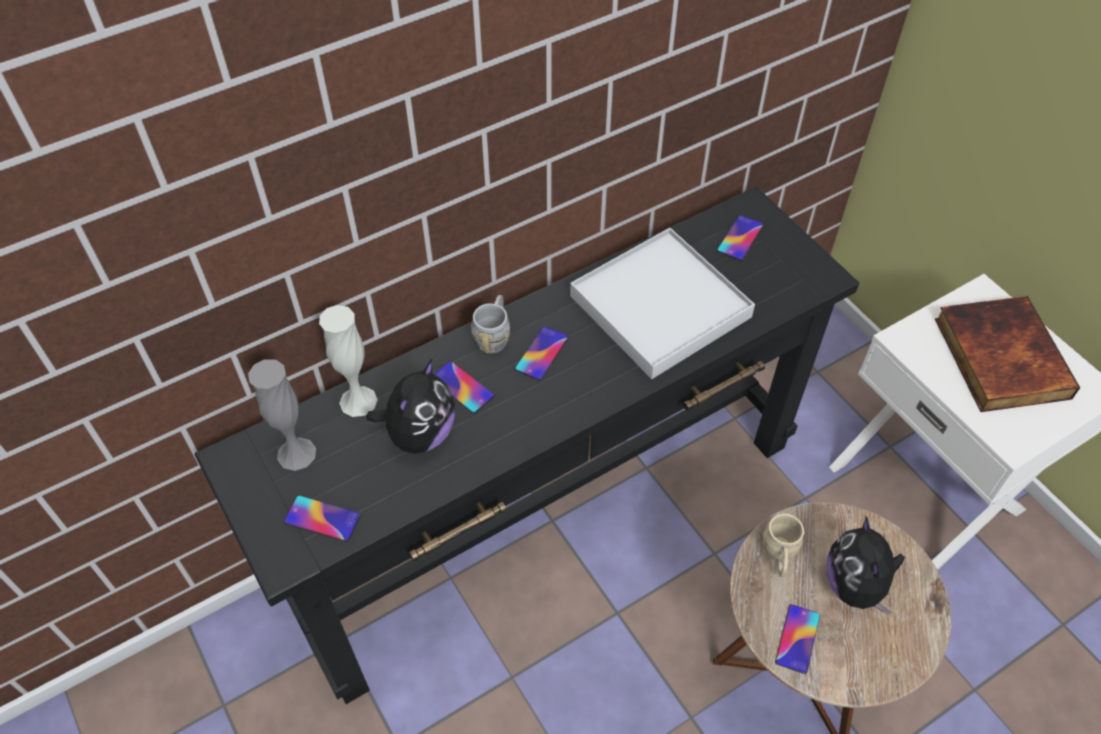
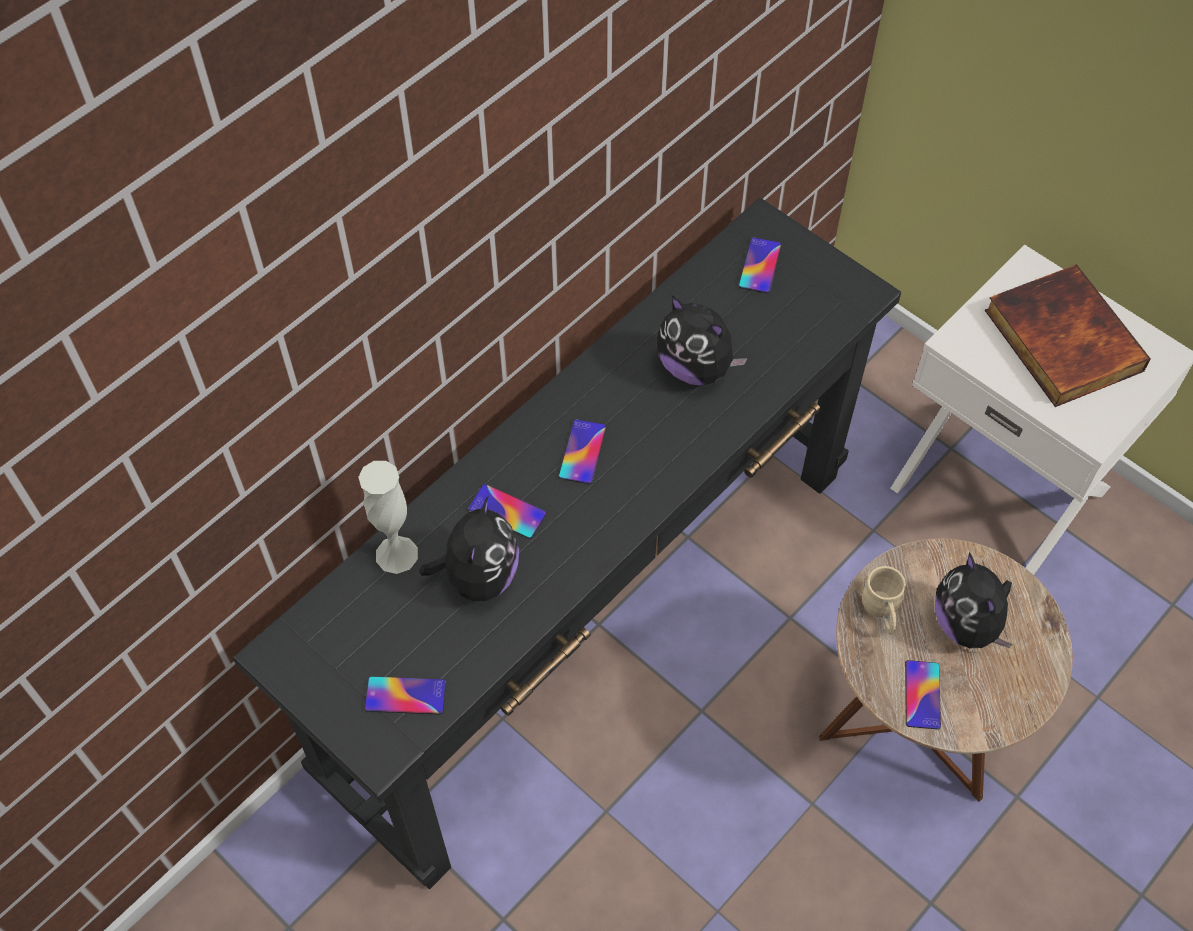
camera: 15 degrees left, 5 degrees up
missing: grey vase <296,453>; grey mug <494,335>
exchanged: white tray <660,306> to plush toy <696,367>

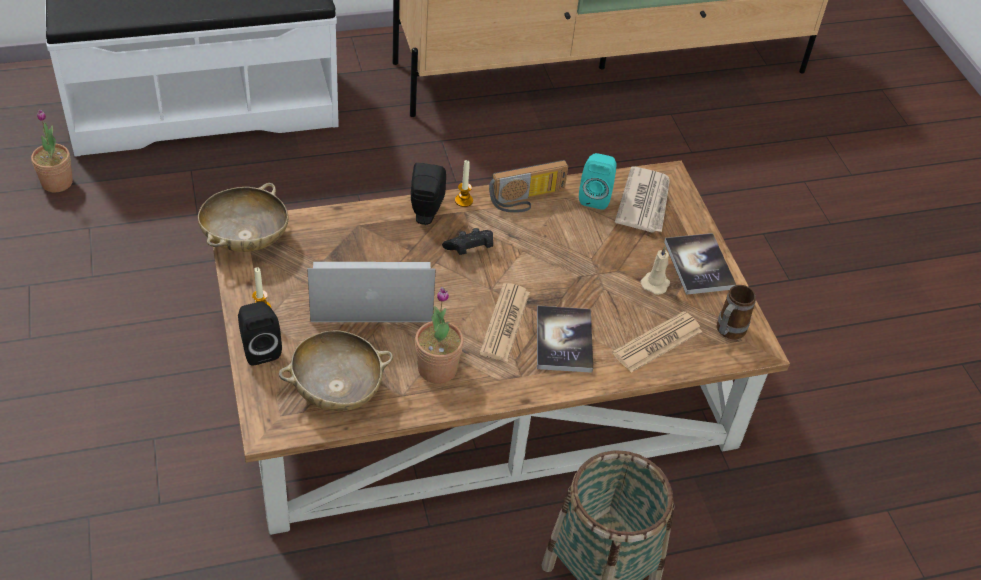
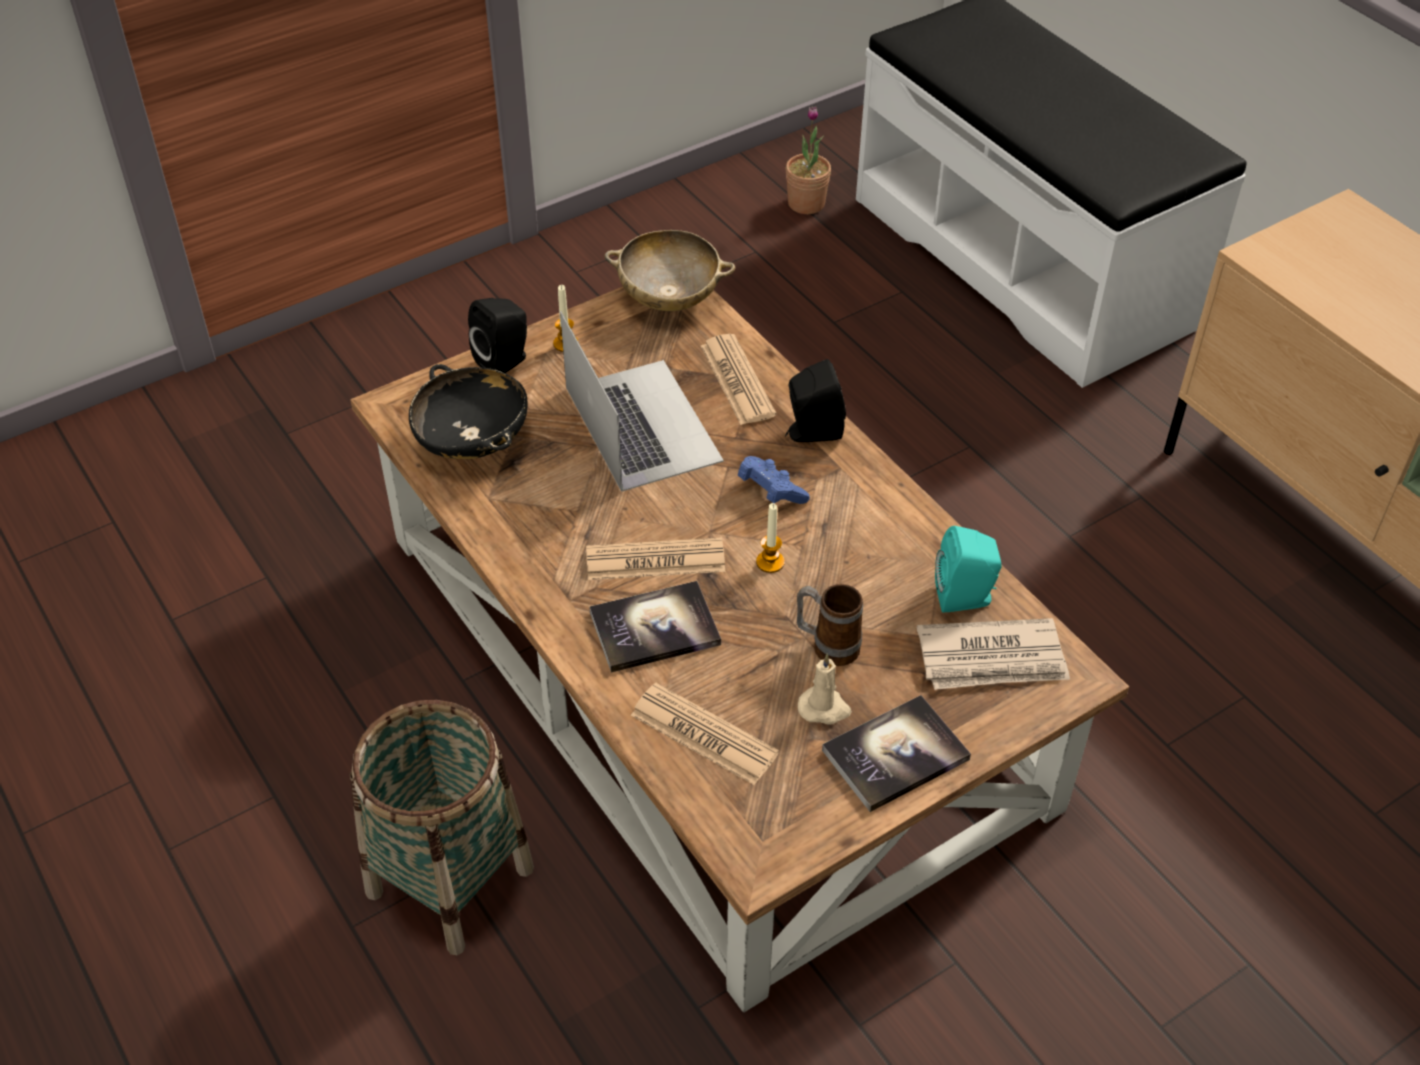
camera: 75 degrees right, 0 degrees up
missing: potted plant <437,369>; radio <527,200>
appeared: newspaper <737,381>
relocated: candle <463,200> to <770,562>; mug <727,332> to <827,646>
colour: beige bowl <337,389> to black bowl <472,440>; black game controller <469,249> to blue game controller <770,492>

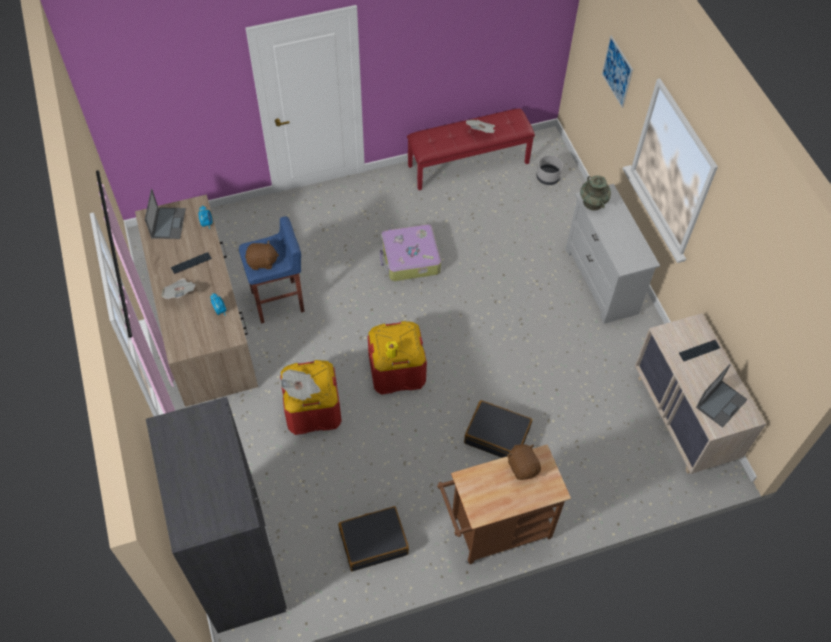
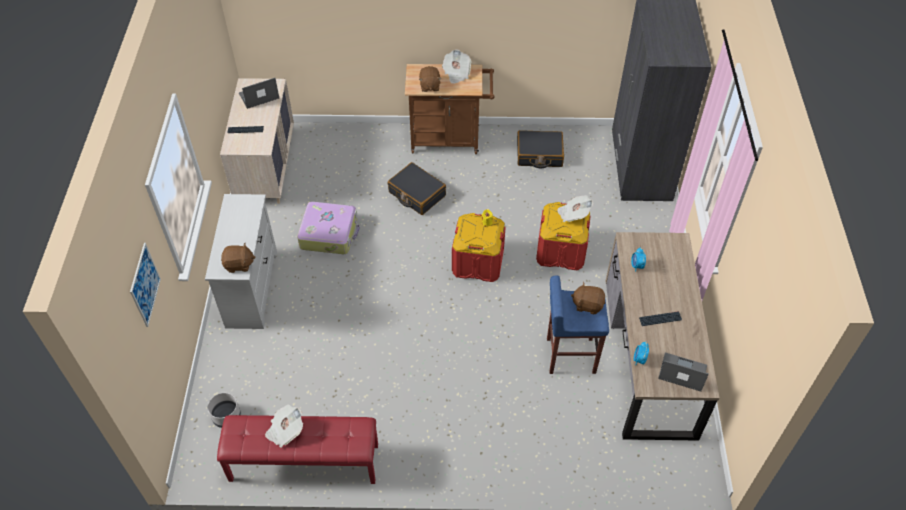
camera: 160 degrees left, 5 degrees down
relocated: newspaper <180,294> to <456,73>; suitcase <410,259> to <329,233>
exchanged: turquoise vase <593,202> to brown plush toy <239,265>
spun: laptop <168,223> = <681,372> 90 degrees clockwise

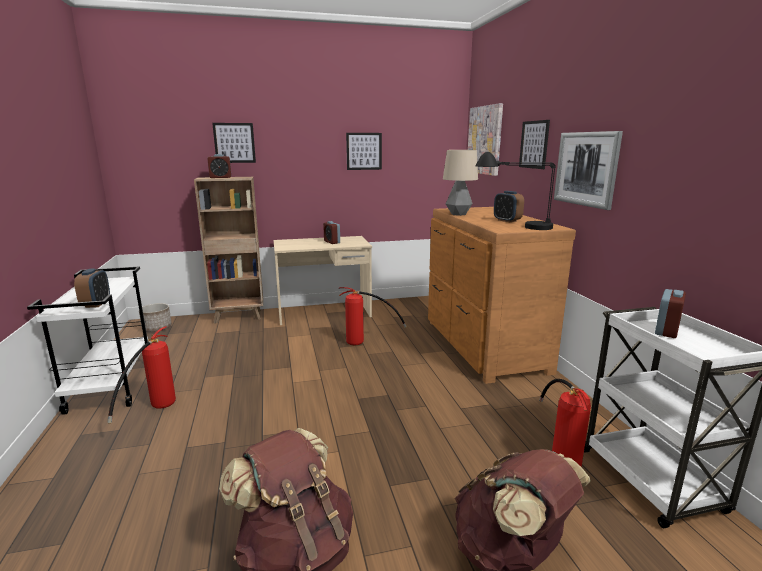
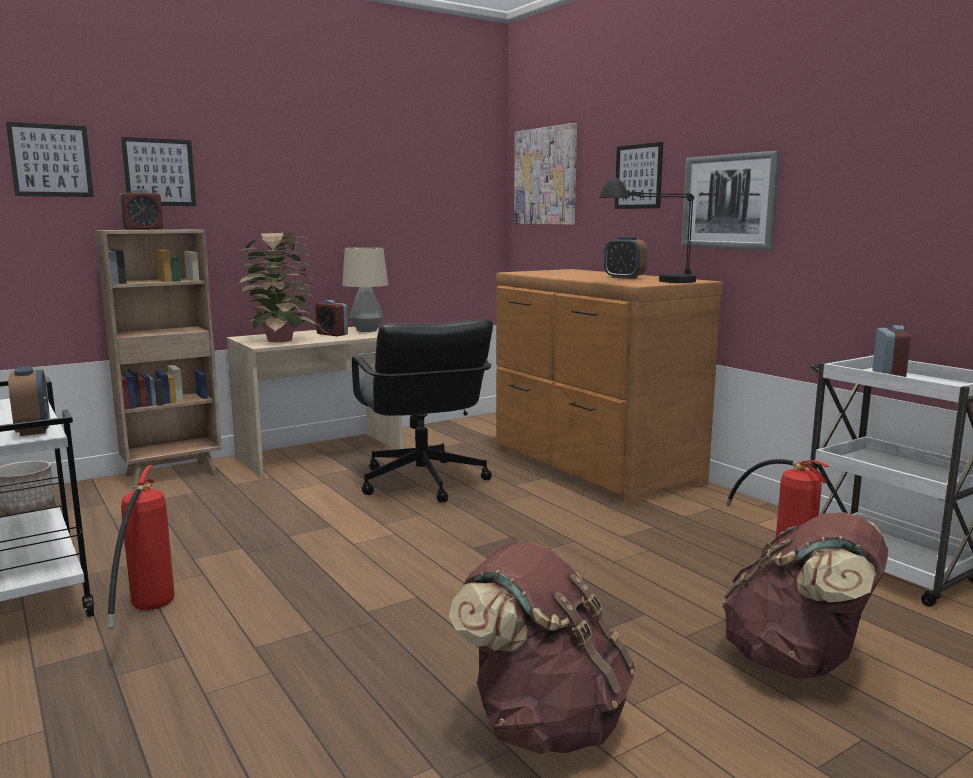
camera: 20 degrees left, 5 degrees down
appeared: potted plant <279,340>
relocated: picture <364,151> to <51,160>; table lamp <458,214> to <366,330>
exchanged: fire extinguisher <365,342> to black office chair <421,482>

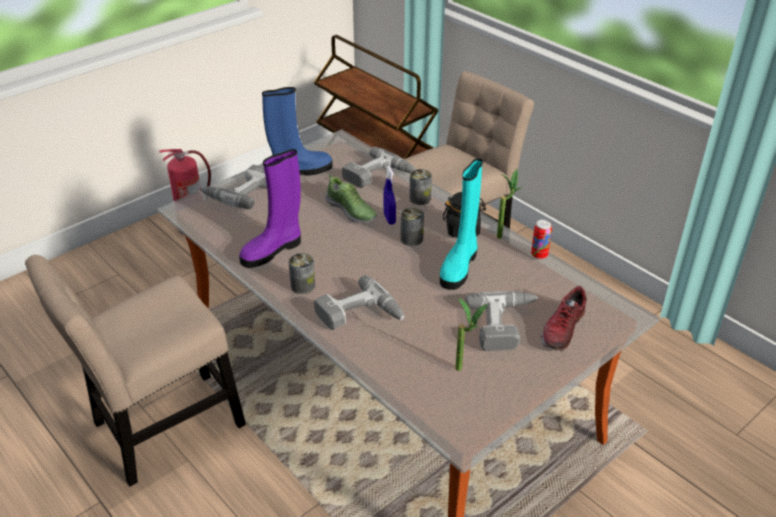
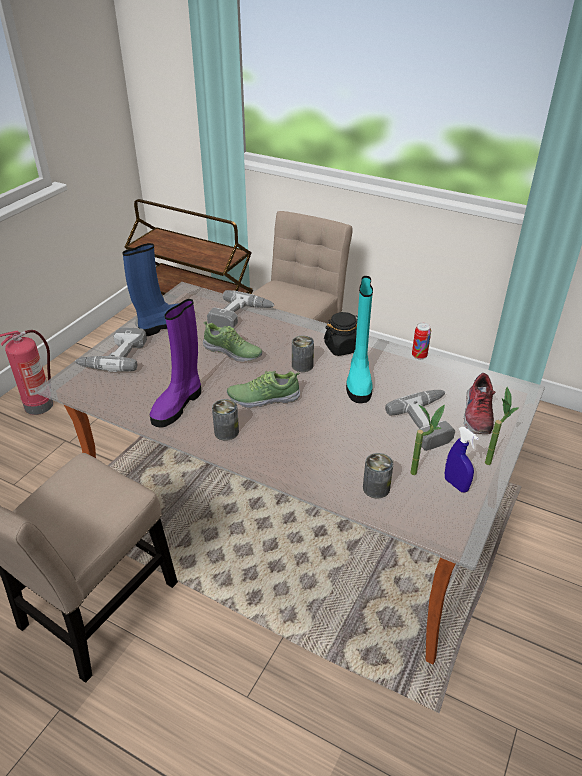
camera: 20 degrees left, 0 degrees up
missing: power drill <360,316>
appeared: shoe <263,398>
relocated: blue spray bottle <389,219> to <456,484>; can <420,199> to <376,488>; potted plant <503,235> to <490,459>

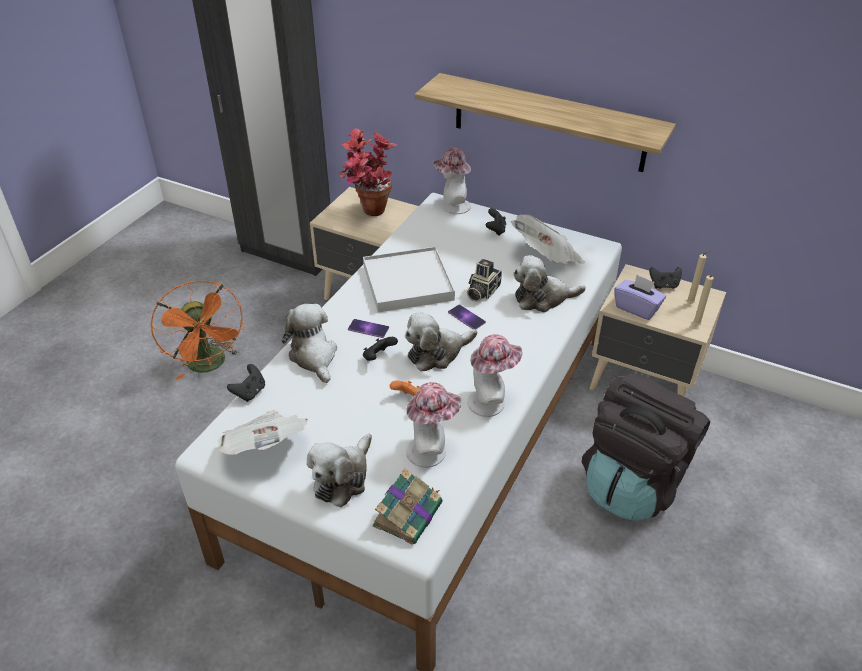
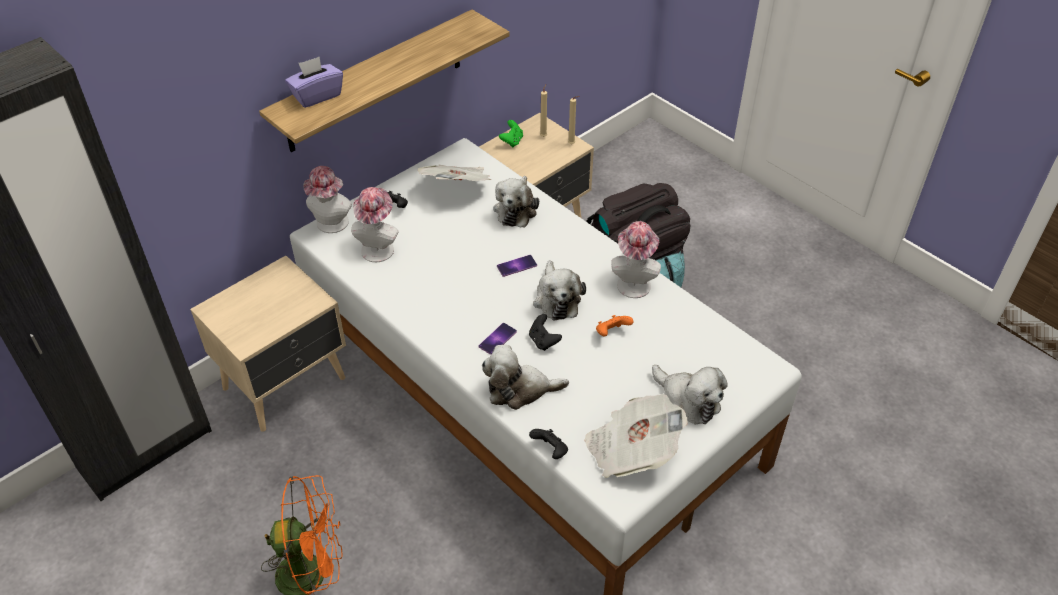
camera: 70 degrees left, 5 degrees up
missing: potted plant <368,214>; white tray <407,282>; book <408,513>; photo camera <482,291>
relocated: hat <431,451> to <378,247>; purple tissue box <637,308> to <317,96>
colour: black game controller <664,285> to green game controller <512,141>

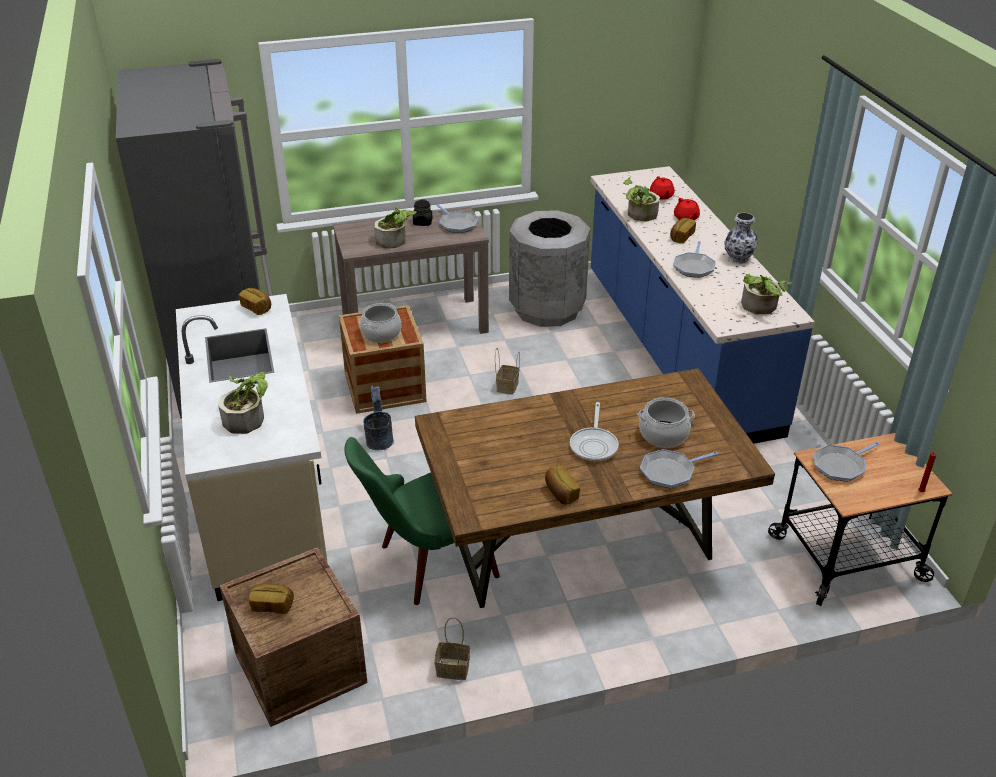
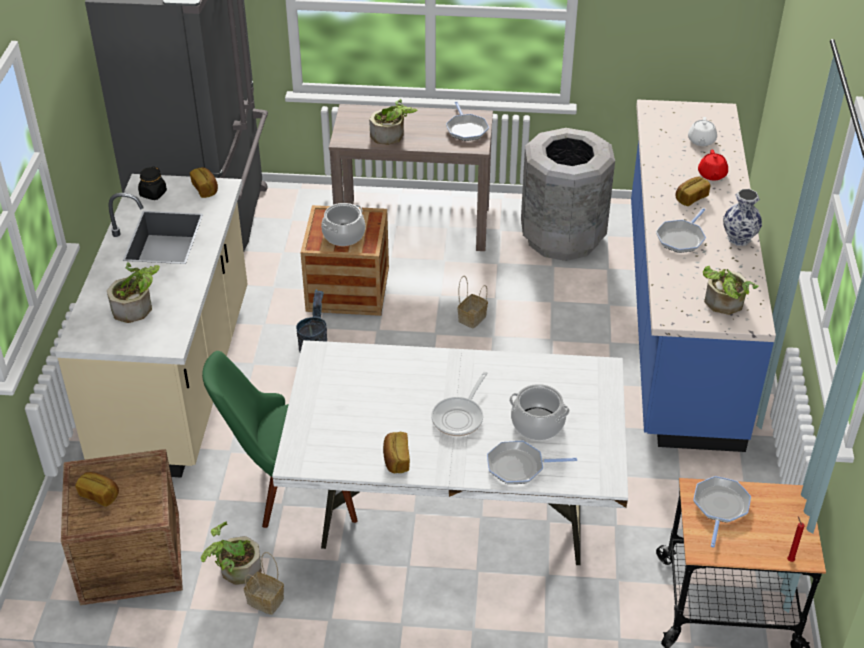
camera: 20 degrees right, 5 degrees up
relocated: black jar <422,222> to <153,194>; potted plant <639,215> to <235,570>
colour: brown dining table <583,546> to white dining table <455,514>; red teapot <661,196> to white teapot <701,141>
spun: frying pan <840,466> = <720,507> 120 degrees clockwise

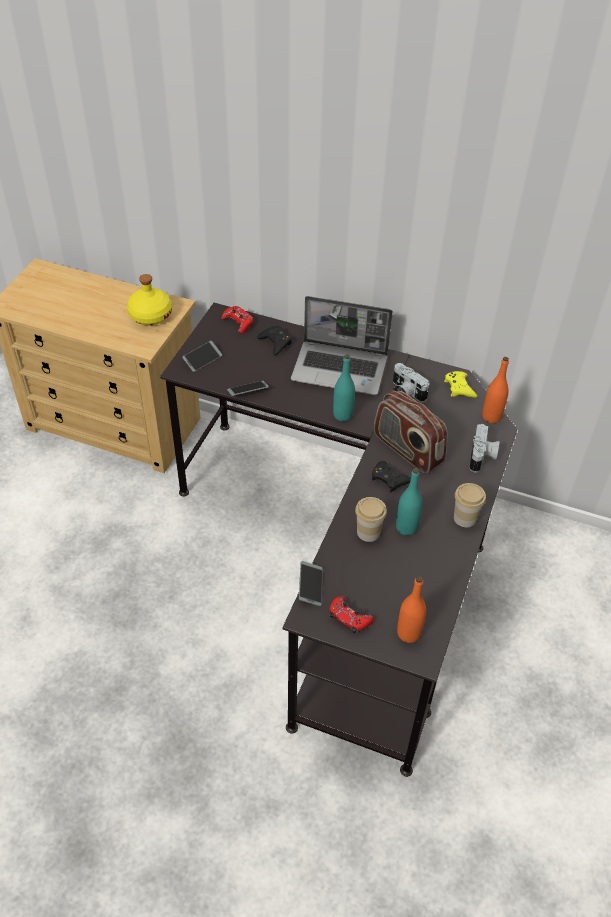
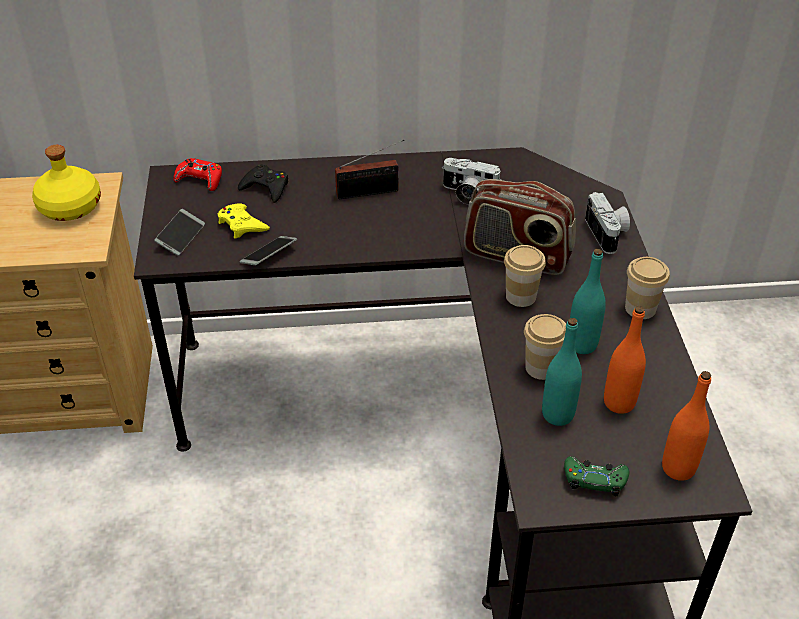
camera: 25 degrees left, 5 degrees down
missing: phone <310,586>
relocated: turquoise bottle <342,415> to <557,414>; yellow game controller <459,388> to <242,225>; orange bottle <491,417> to <619,402>
exchanged: laptop <341,369> to radio <371,192>; black game controller <389,479> to cup <520,296>
colour: red game controller <349,617> to green game controller <594,480>

